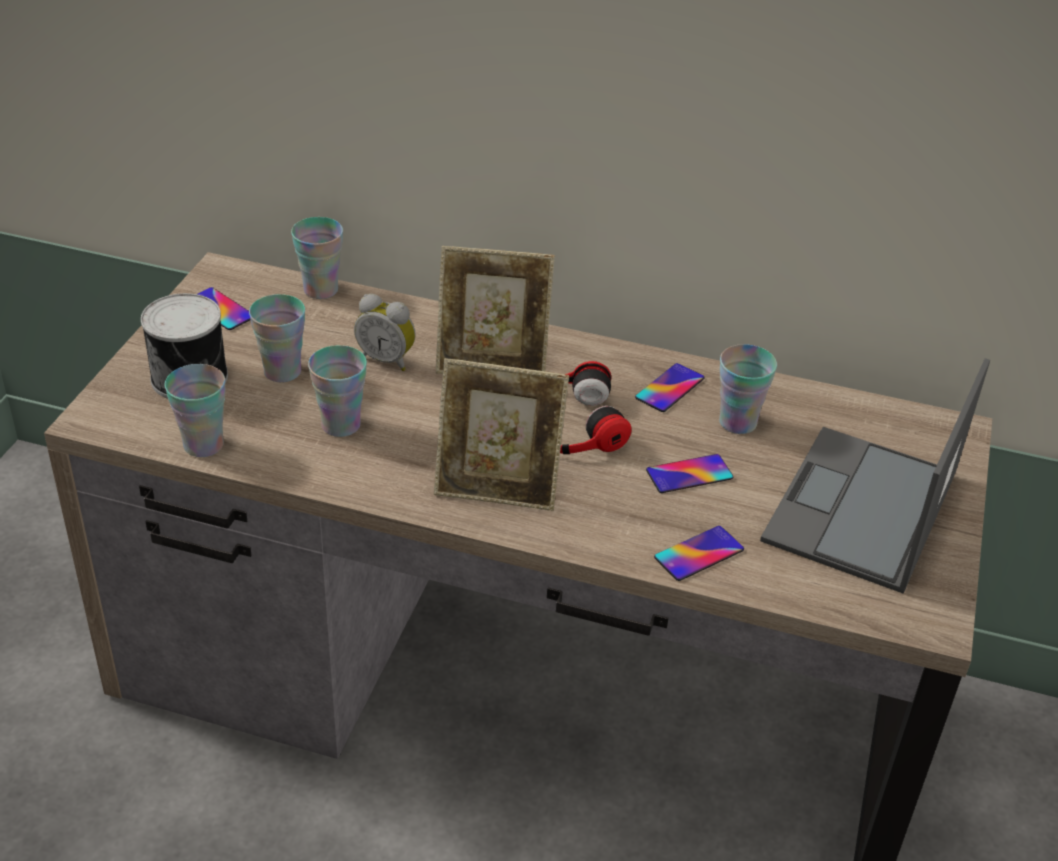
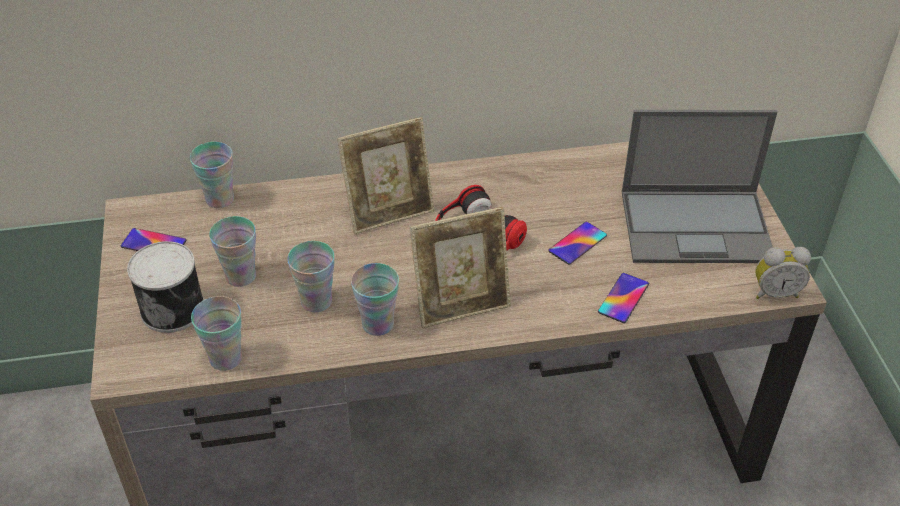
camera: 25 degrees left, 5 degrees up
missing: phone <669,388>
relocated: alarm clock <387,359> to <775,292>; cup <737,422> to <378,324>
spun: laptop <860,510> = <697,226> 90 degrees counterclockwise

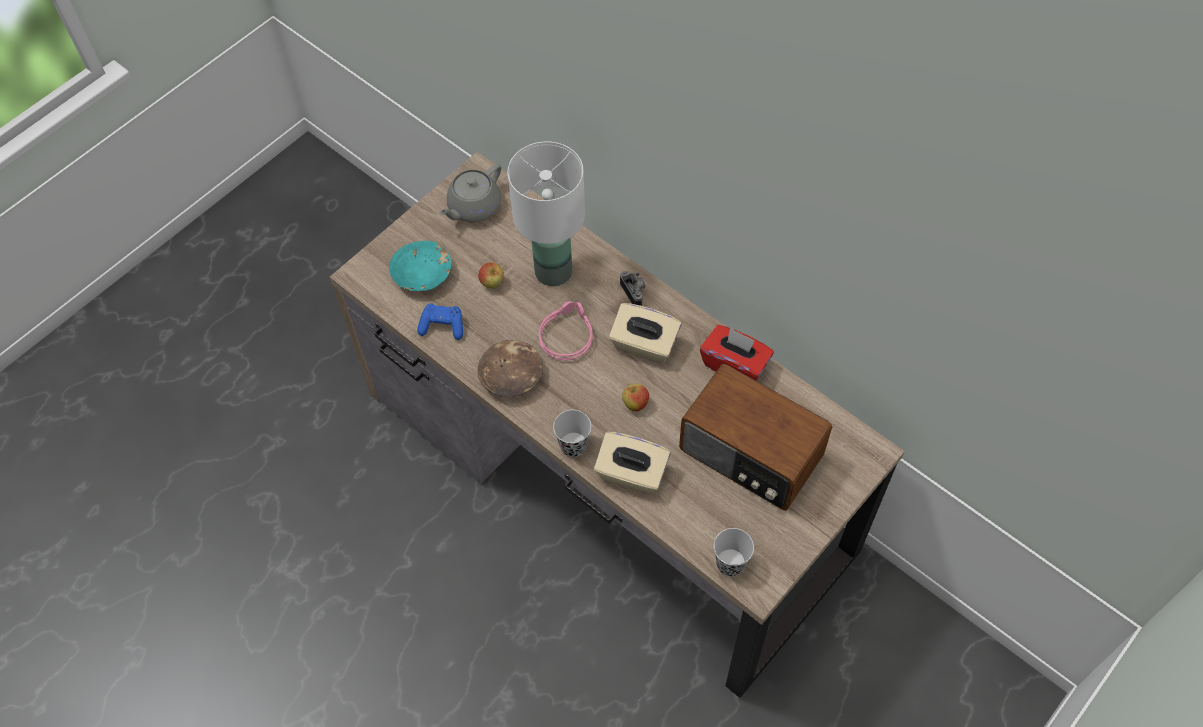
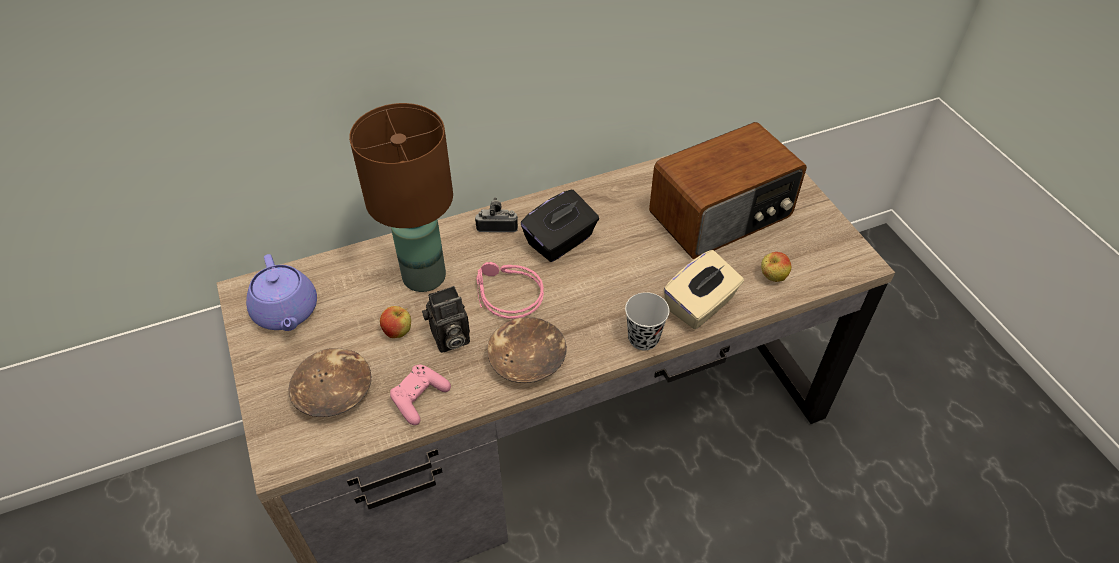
camera: 65 degrees left, 10 degrees down
missing: red tissue box <735,365>; black cup <730,563>
appeared: photo camera <449,339>
relocated: apple <635,404> to <772,277>
colour: turquoise bowl <423,274> to brown bowl <335,392>; blue game controller <443,326> to pink game controller <419,399>; grey teapot <473,207> to purple teapot <286,312>; white table lamp <553,270> to brown table lamp <423,276>; beige tissue box <644,345> to black tissue box <560,241>

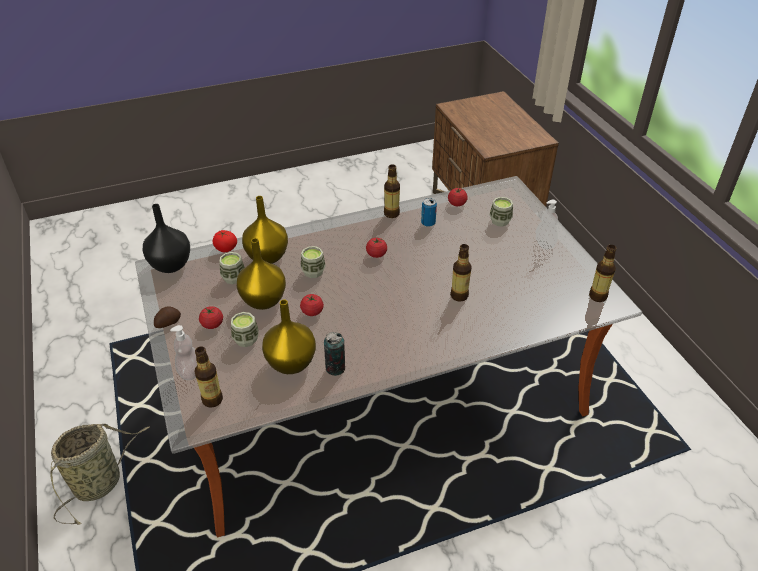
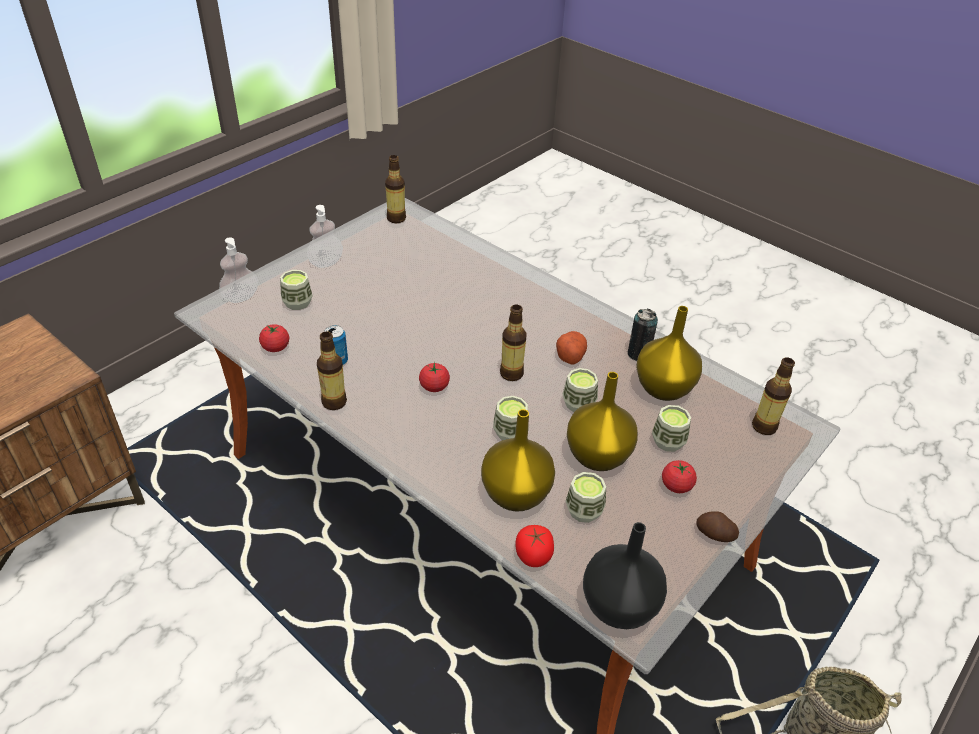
camera: 120 degrees left, 0 degrees up
appeared: potato <570,355>
relocated: soap dispenser <190,371> to <241,297>; bottle <459,296> to <511,373>
exchanged: tomato <312,312> to cup <578,403>

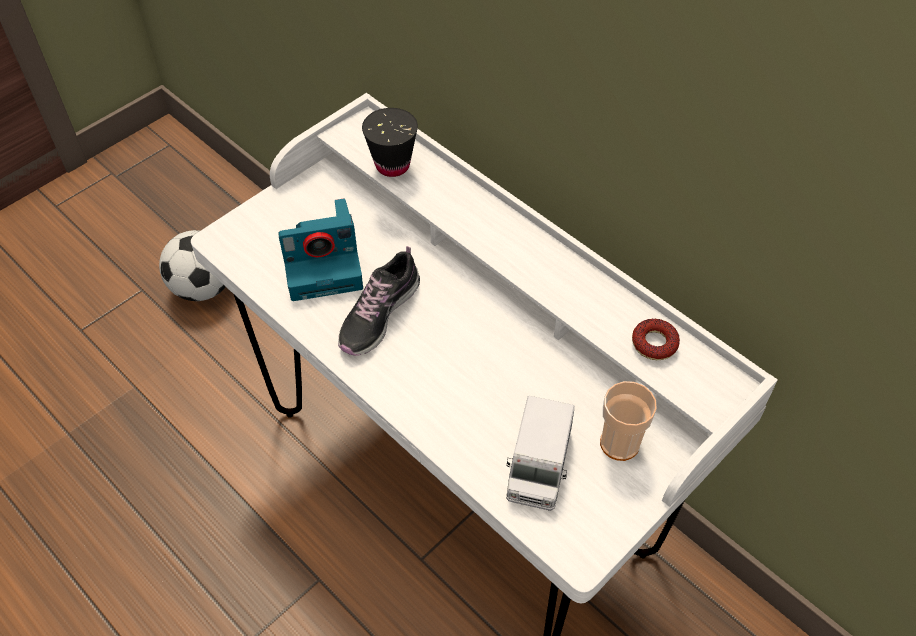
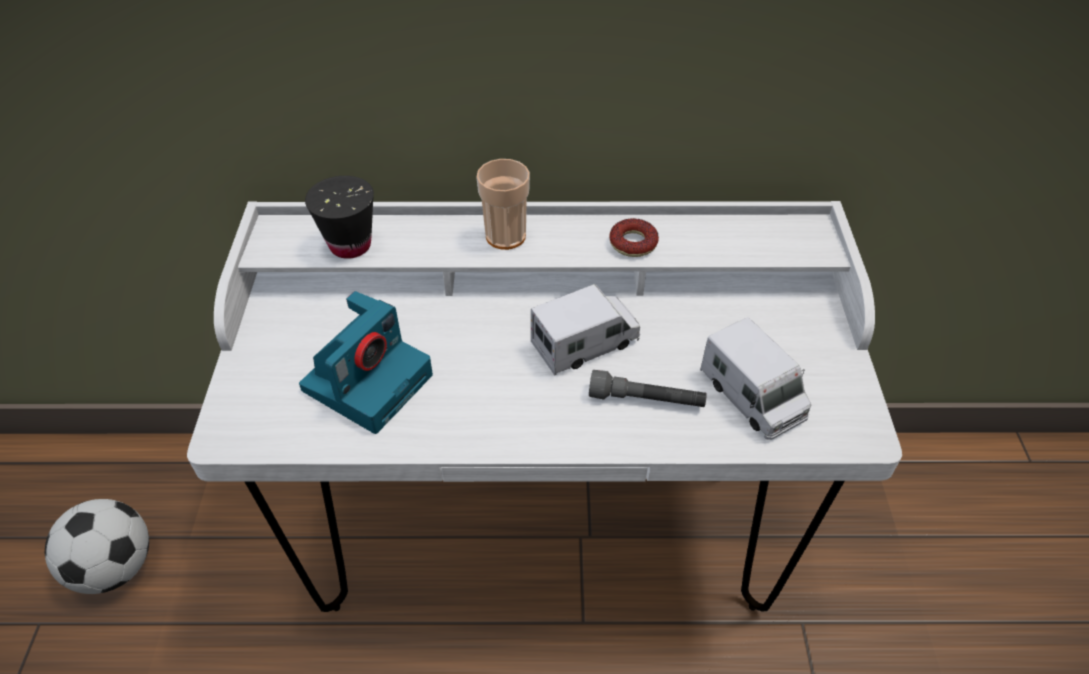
camera: 45 degrees left, 5 degrees down
missing: shoe <379,314>
appeared: toy truck <585,344>; grey flashlight <646,400>
relocated: cup <619,443> to <505,236>; donut <654,343> to <633,243>

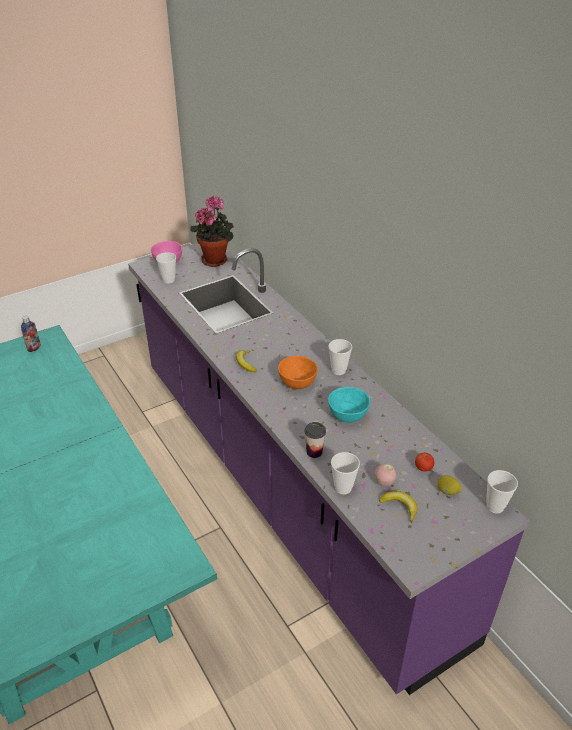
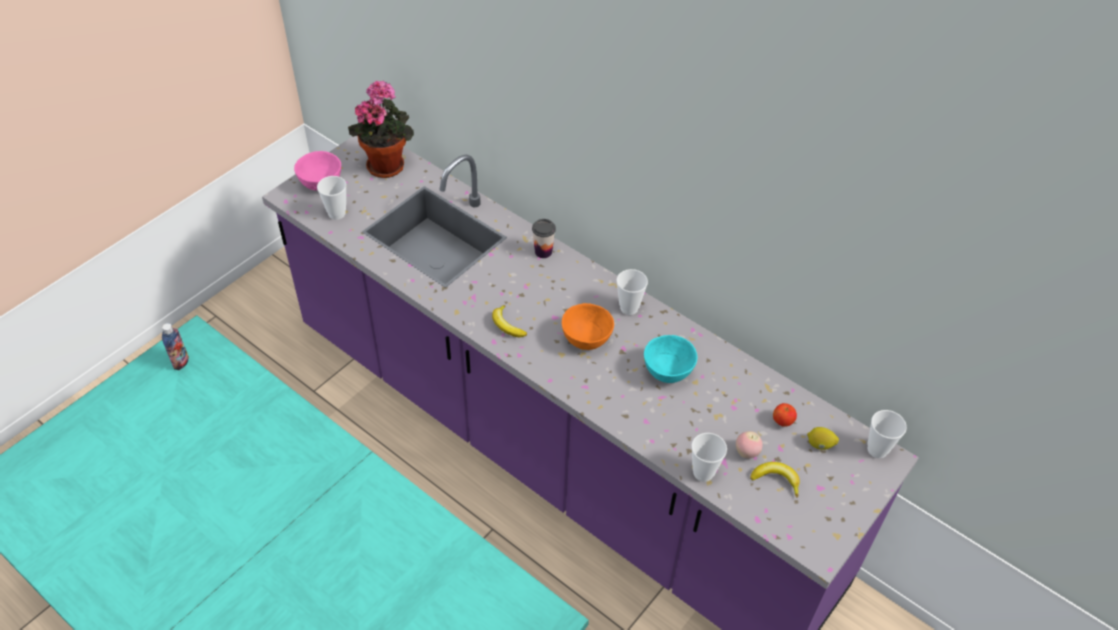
camera: 20 degrees left, 10 degrees up
relocated: cup <314,452> to <543,252>

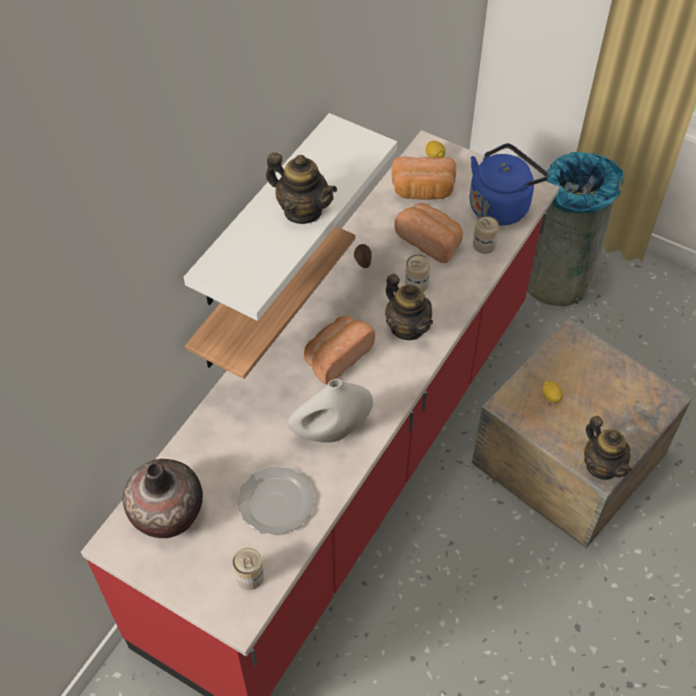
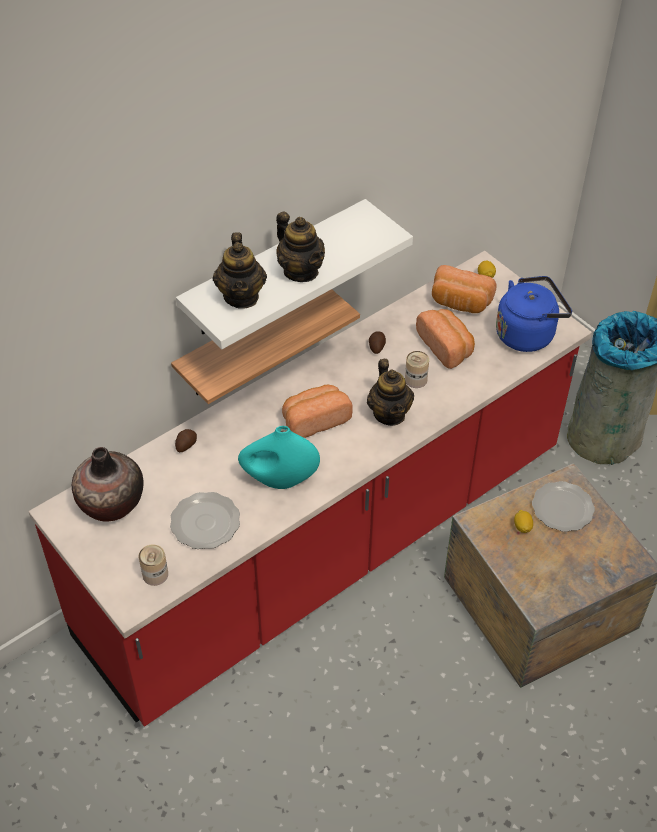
camera: 20 degrees right, 5 degrees down
missing: can <484,244>
appeared: potato <186,445>; plate <562,509>
relocated: teapot <602,466> to <241,296>
colour: white vase <331,432> to turquoise vase <279,480>

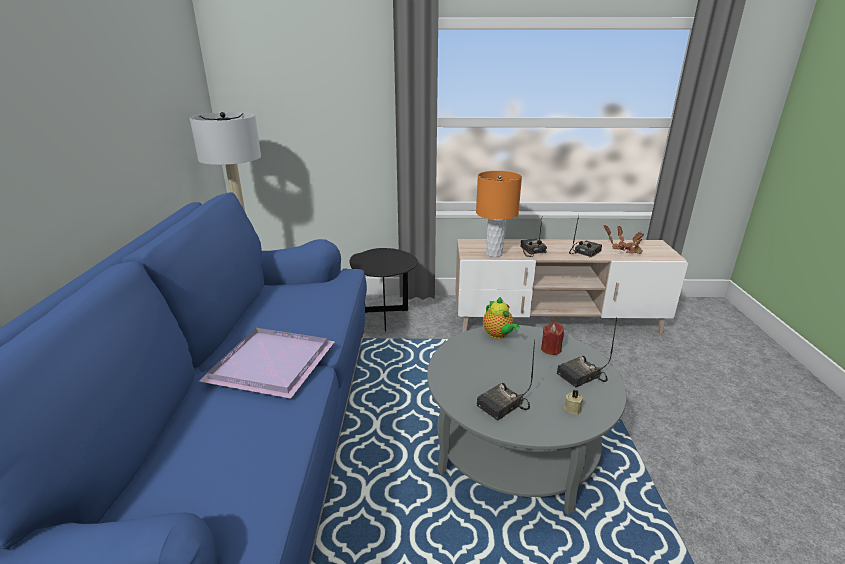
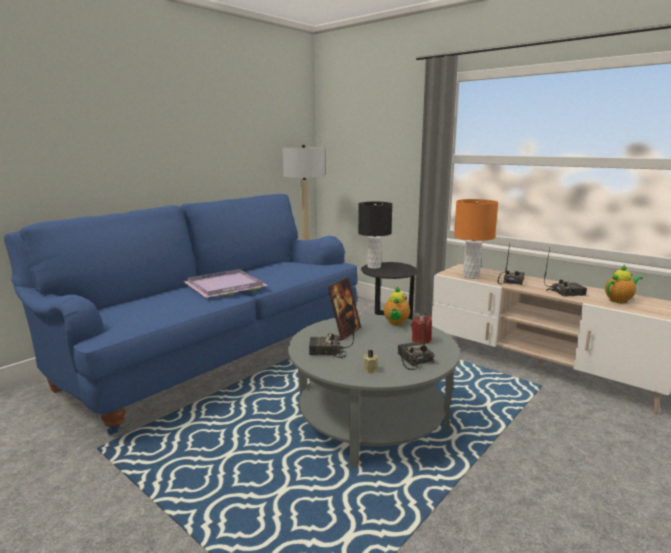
camera: 40 degrees right, 10 degrees down
appeared: picture frame <344,332>; black table lamp <374,267>
exchanged: potted plant <625,249> to teapot <619,300>
spun: radio <582,377> = <413,360> 60 degrees clockwise

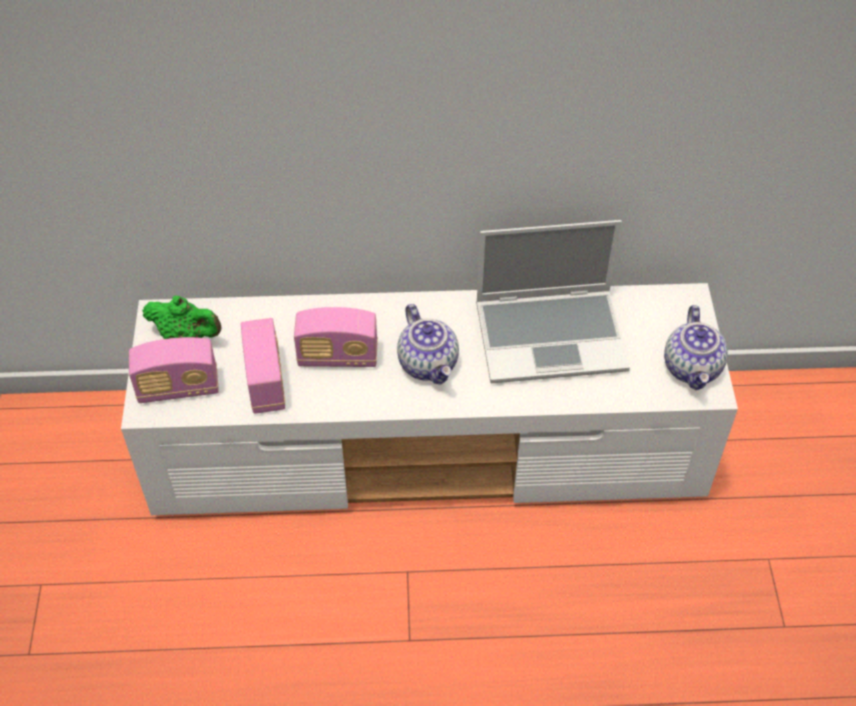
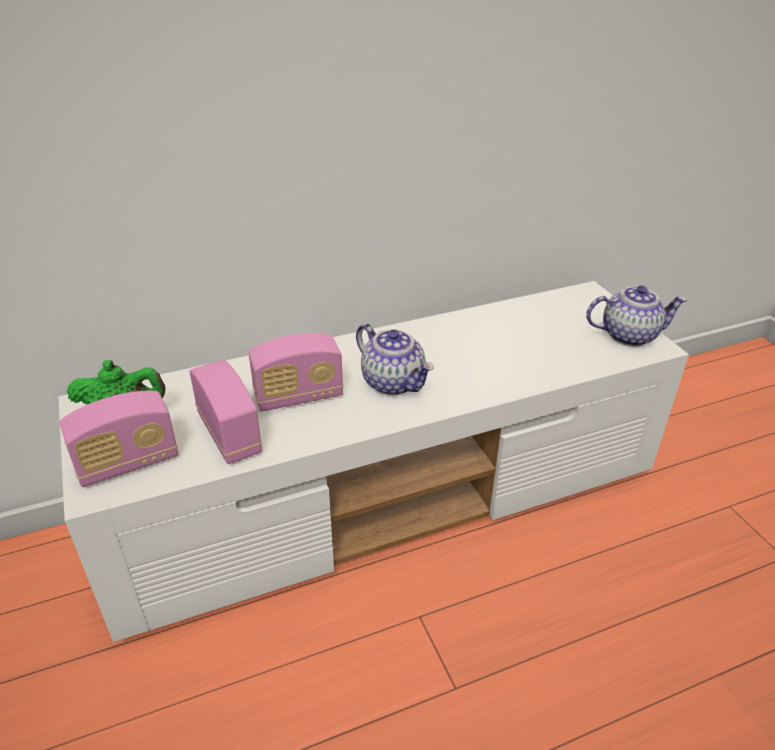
camera: 20 degrees left, 15 degrees down
missing: laptop <552,336>
spun: teapot <693,368> = <629,335> 75 degrees counterclockwise

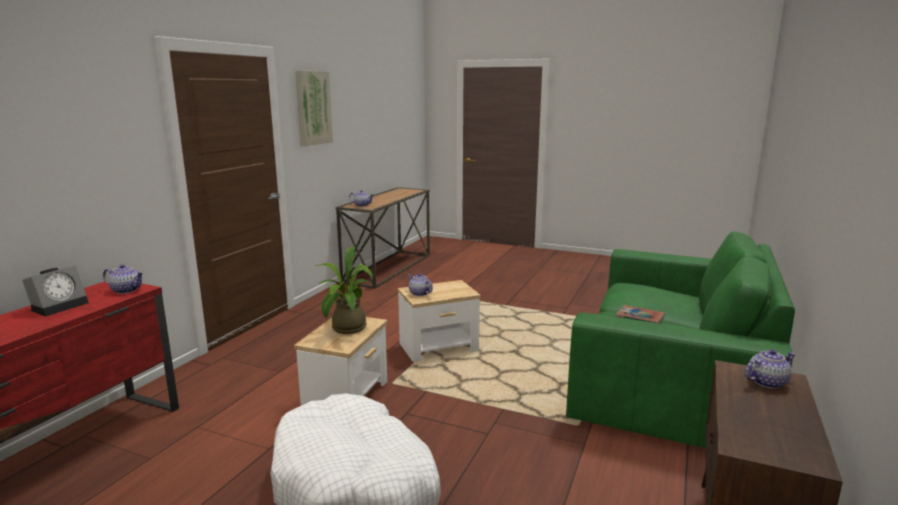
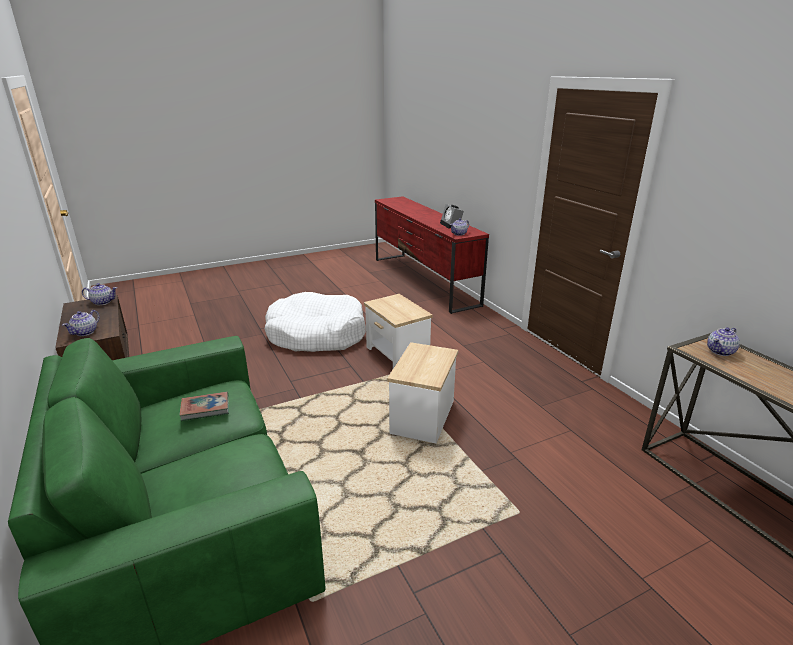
camera: 130 degrees right, 10 degrees up
missing: picture <313,108>; potted plant <346,330>
relocated: teapot <419,293> to <102,302>

